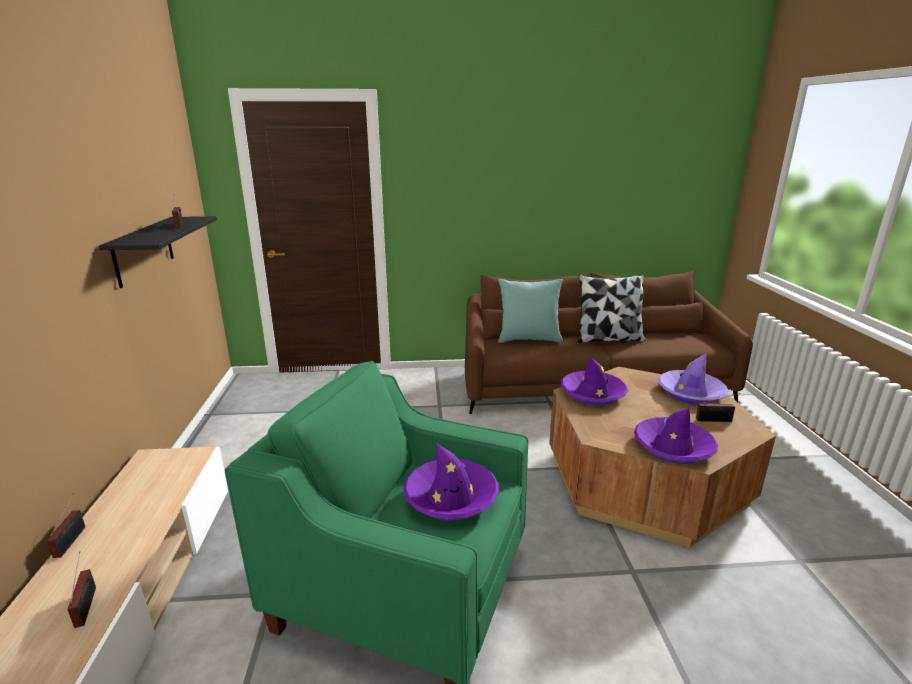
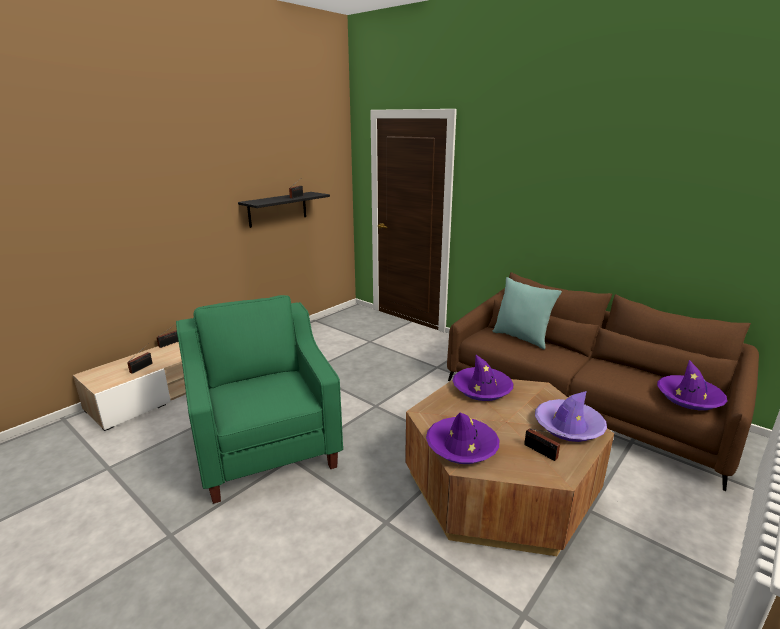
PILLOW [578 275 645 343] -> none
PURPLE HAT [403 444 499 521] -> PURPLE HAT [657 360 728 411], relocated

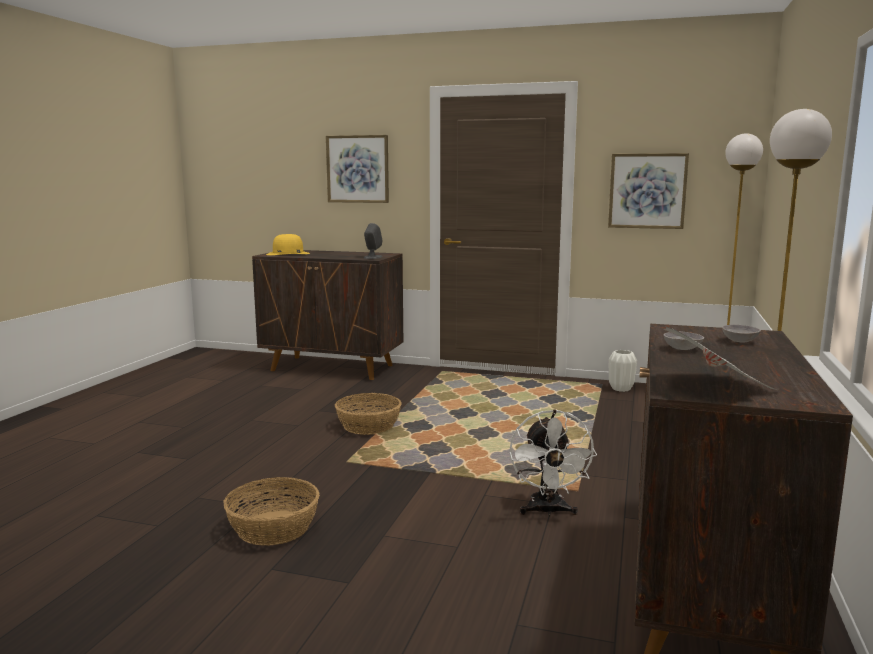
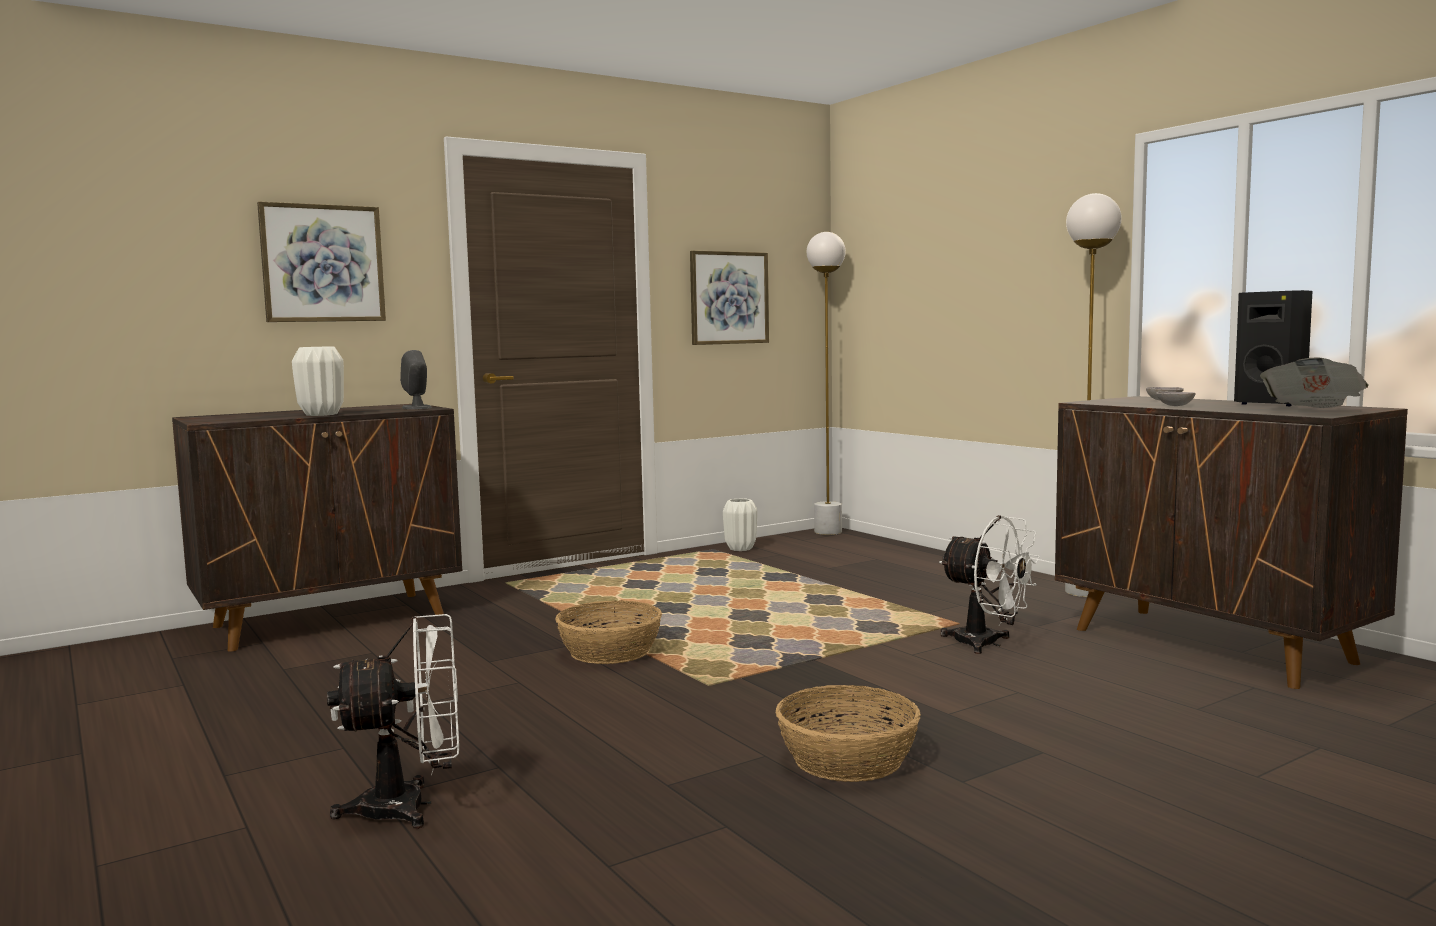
YELLOW HAT [266 234 310 255] -> none
none -> WHITE VASE [292 346 344 416]
none -> WHITE FAN [327 614 459 829]
none -> BLACK SPEAKER [1234 290 1313 406]

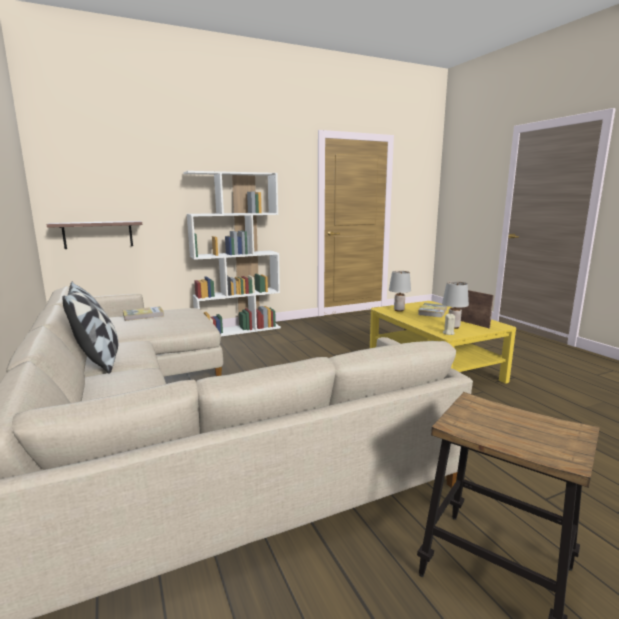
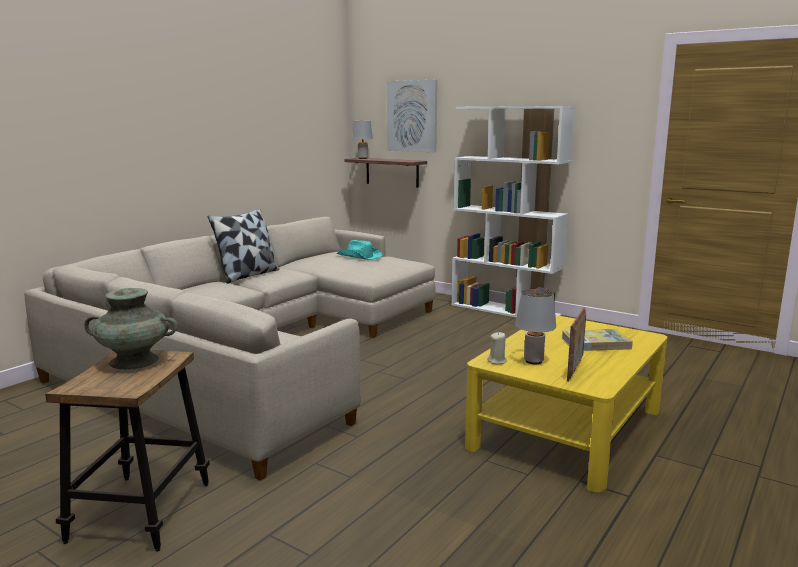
none -> TURQUOISE VASE [84 288 178 370]
none -> PICTURE [387 80 437 152]
GREY TABLE LAMP [389 271 411 312] -> GREY TABLE LAMP [352 121 373 159], relocated
BOOK [123 306 164 321] -> TURQUOISE HAT [337 240 382 260]

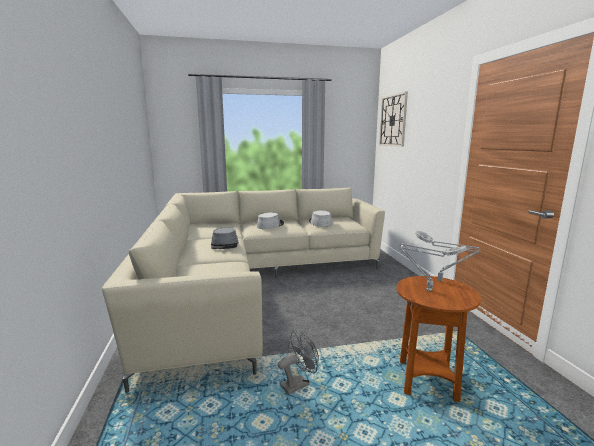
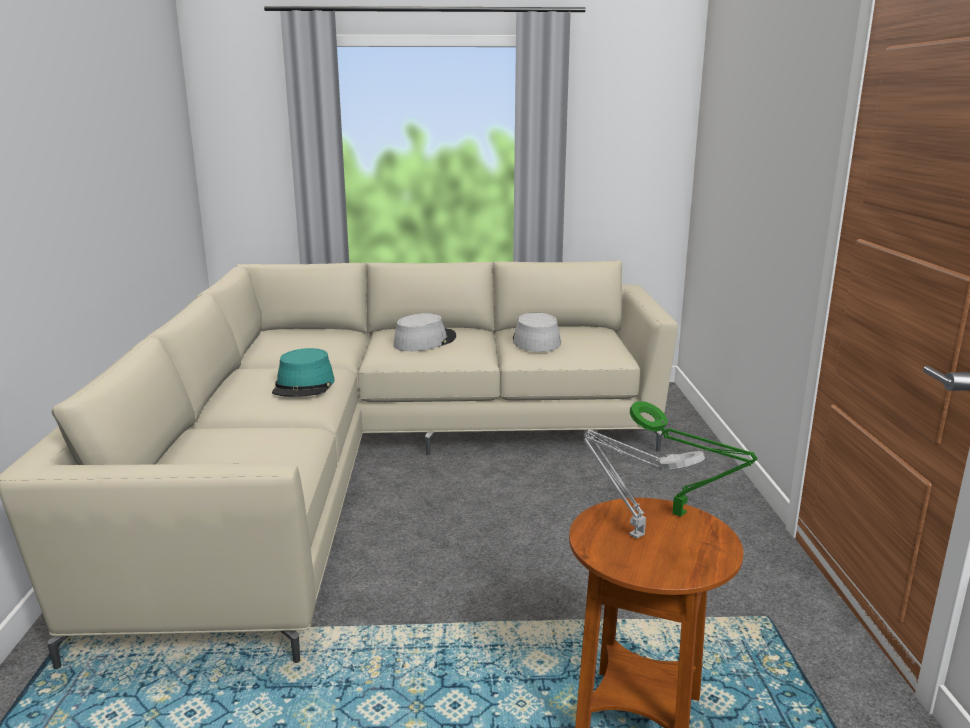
GREY FAN [278 331 319 395] -> none
WALL CLOCK [379 91 408 147] -> none
GREY HAT [211 228 239 249] -> TURQUOISE HAT [272 348 334 397]
GREY TABLE LAMP [415 231 481 281] -> GREEN TABLE LAMP [630 401 757 517]

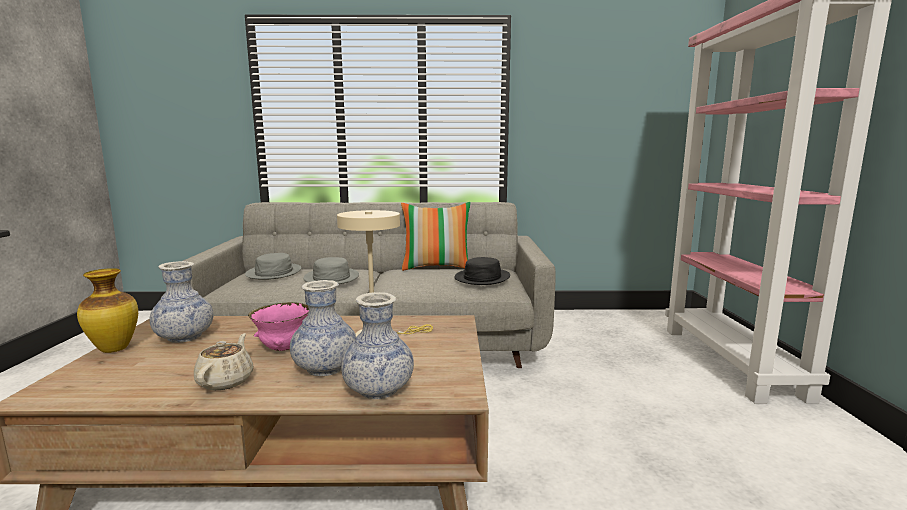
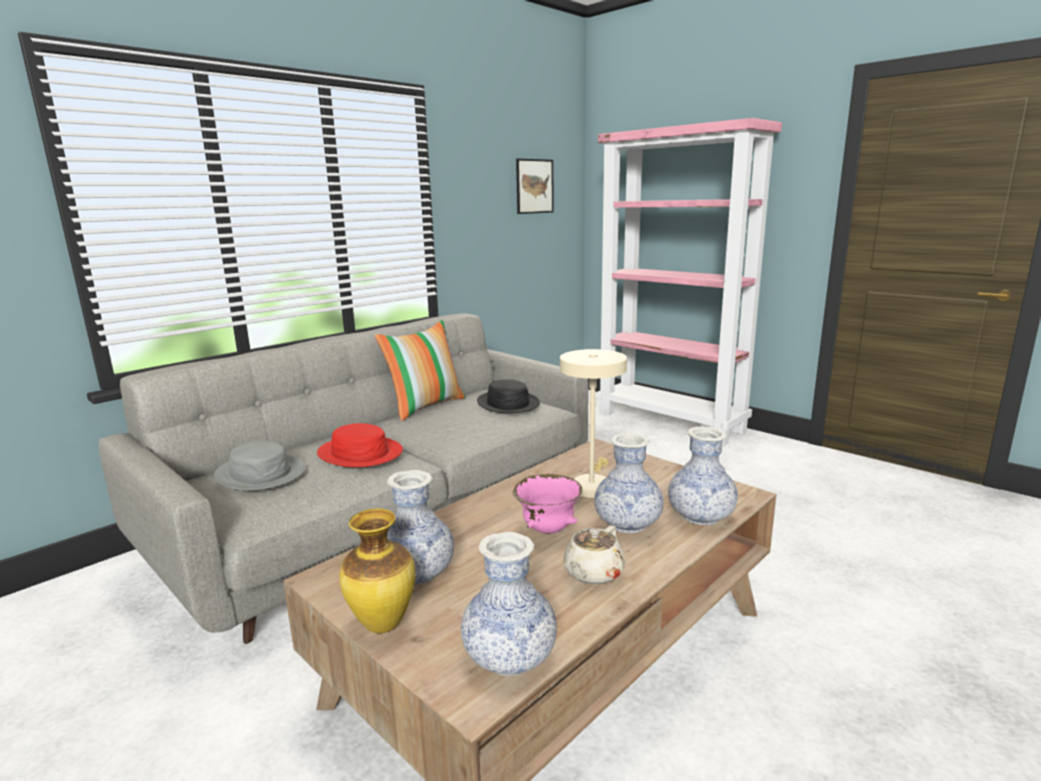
none -> VASE [461 532 557 676]
none -> PICTURE [516 159 554 214]
GREY HAT [303 257 359 284] -> RED HAT [317 423 403 467]
BEIGE TEAPOT [194 333 254 391] -> BEIGE TEAPOT [564 526 625 585], 105 degrees counterclockwise

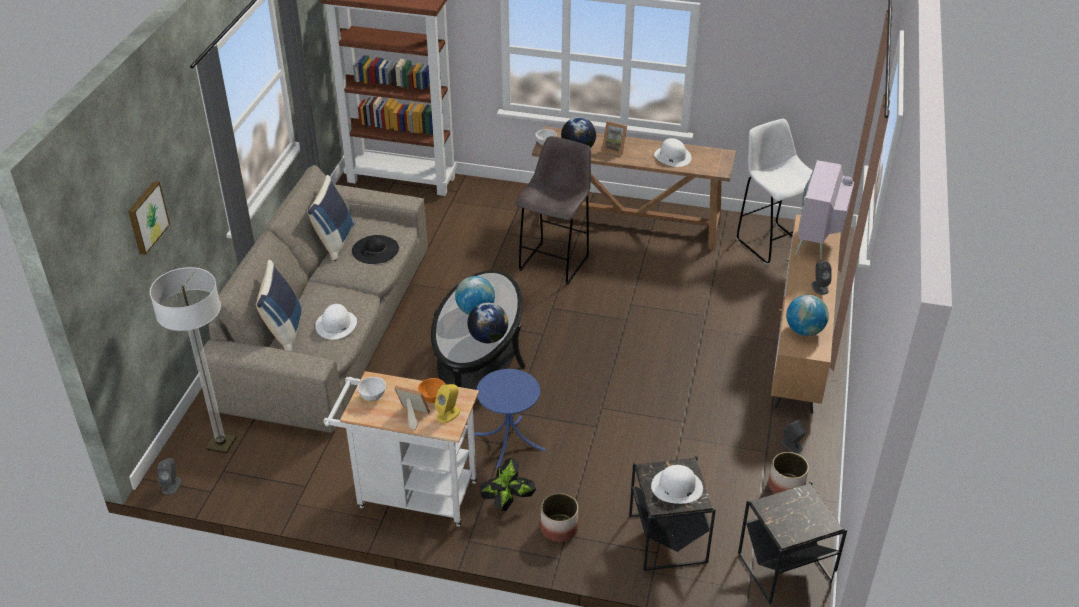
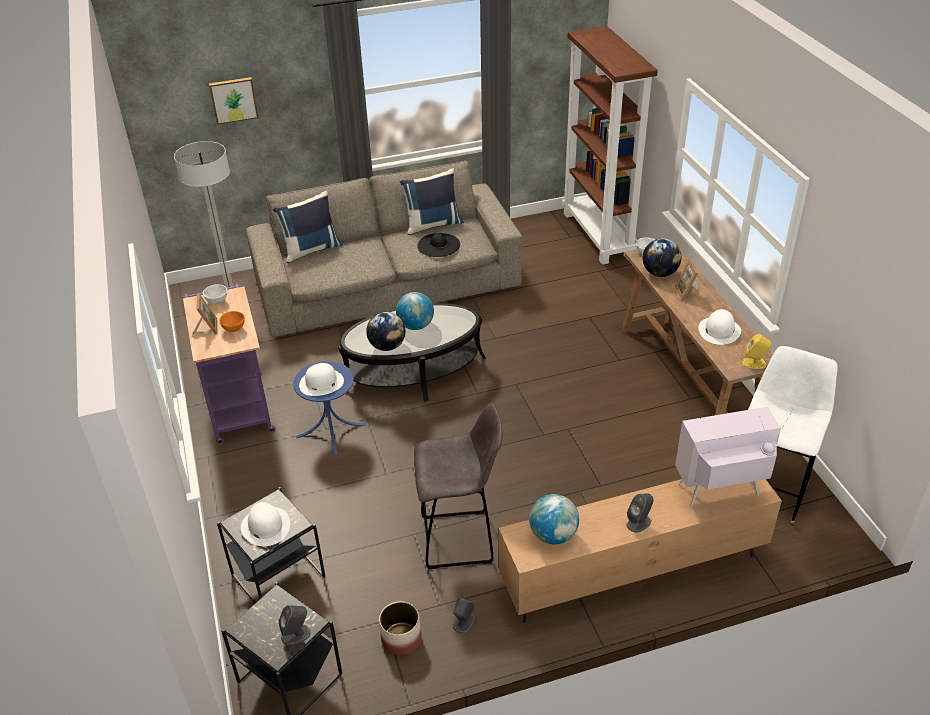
POTTED PLANT [479 457 536 511] -> none
PLANTER [540 493 578 542] -> none
GREY SPEAKER [158 458 181 495] -> GREY SPEAKER [279 605 311 646], relocated
WHITE HAT [315 304 357 340] -> WHITE HAT [299 363 344 396], relocated
YELLOW SPEAKER [435 384 460 423] -> YELLOW SPEAKER [742 334 772 369], relocated
GREY STOOL [515 136 591 285] -> GREY STOOL [414 403 503 569], relocated
WHITE CART [324 371 479 527] -> PURPLE CART [183 283 275 444]

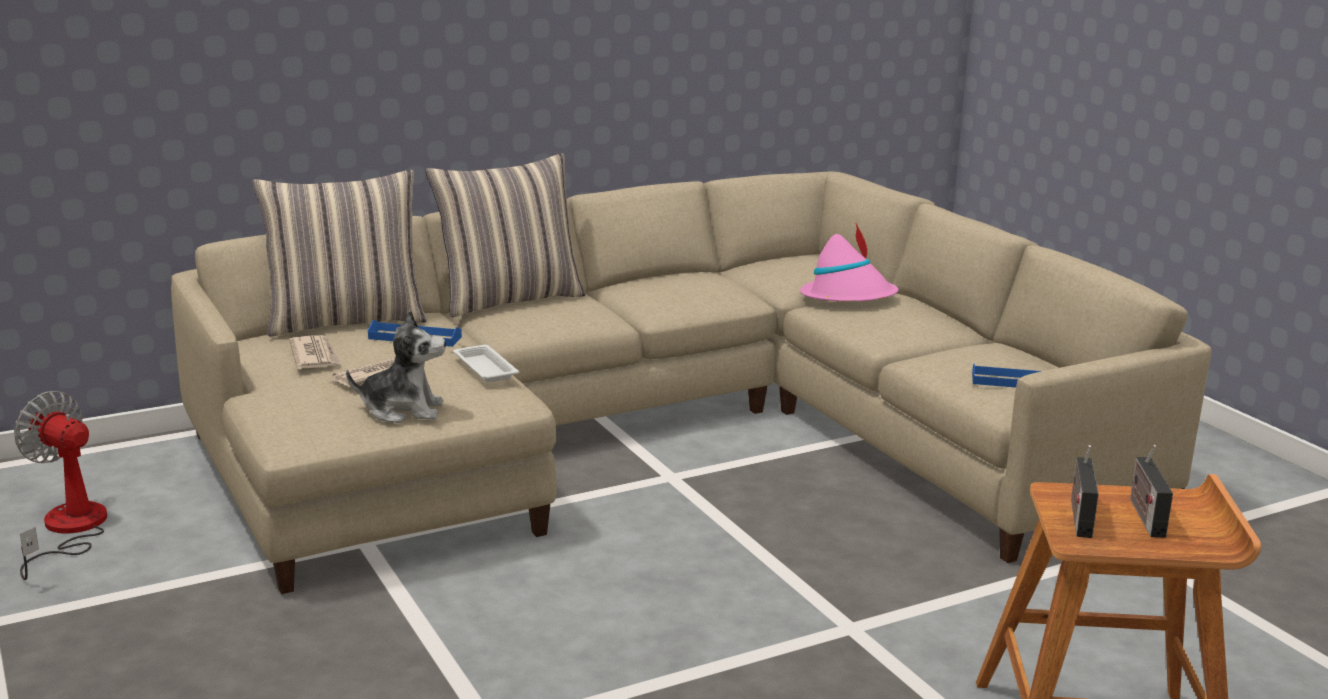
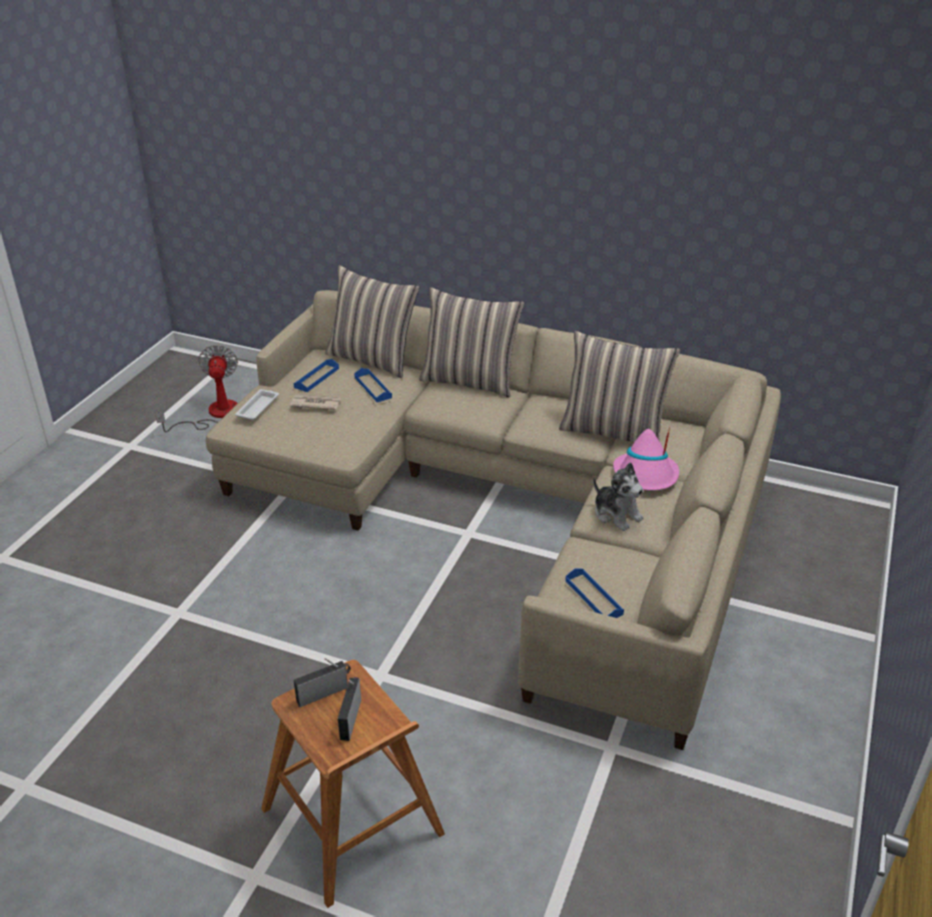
none -> PILLOW [559 331 680 442]
PLUSH TOY [346 310 446 423] -> PLUSH TOY [593 462 644 531], relocated
WHITE TRAY [453 345 519 382] -> WHITE TRAY [235 389 279 420], relocated
NEWSPAPER [289 335 342 369] -> BLUE TRAY [294 359 339 392]
RADIO [1130 445 1173 538] -> RADIO [338 677 361 741], 45 degrees counterclockwise

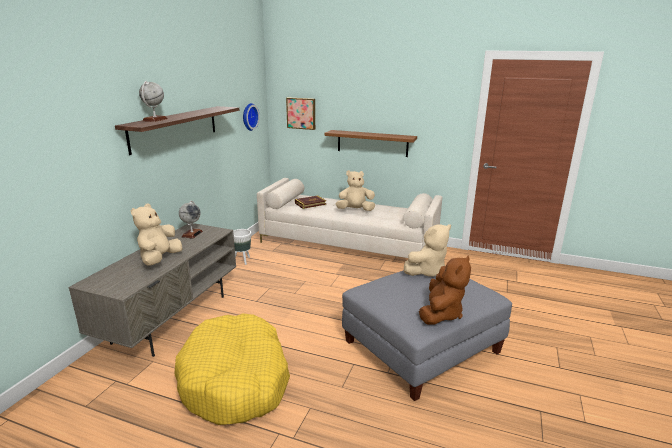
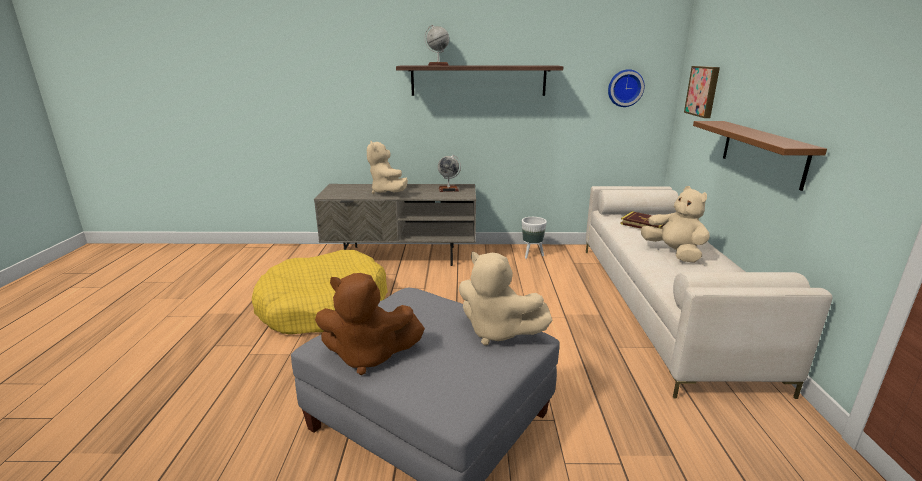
BEIGE PLUSH TOY [131 204 182 266] -> BEIGE PLUSH TOY [367 141 408 194], 105 degrees counterclockwise

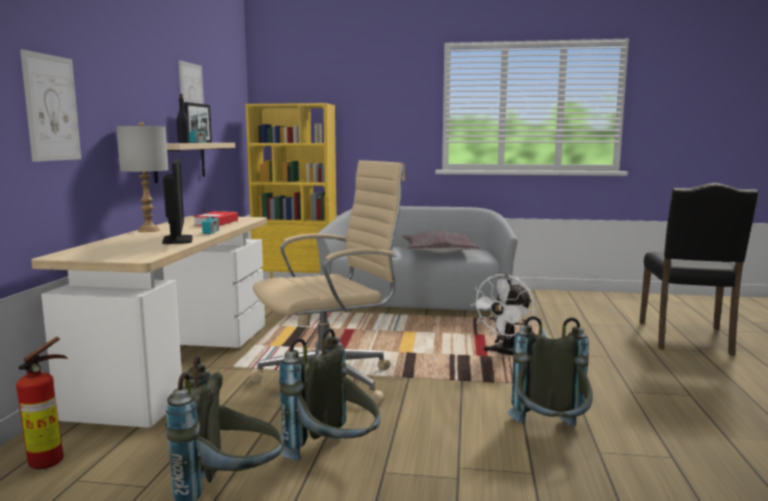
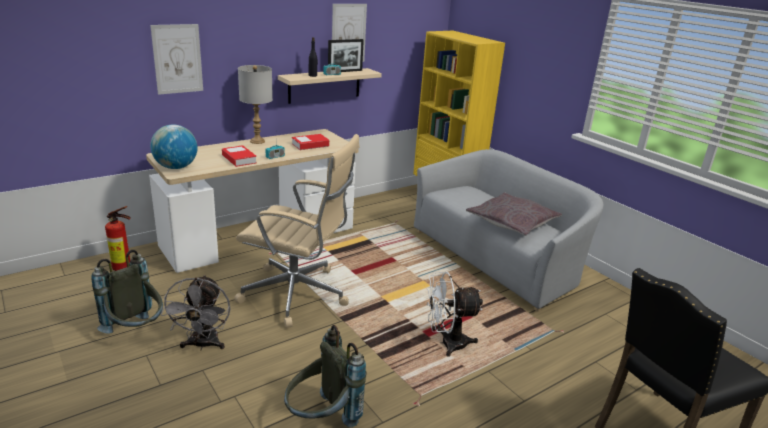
none -> GLOBE [150 125 198 169]
MONITOR [162 159 192 244] -> BOOK [222 145 257 167]
GREY BACKPACK [279 328 380 461] -> GREY FAN [161 275 231 350]

